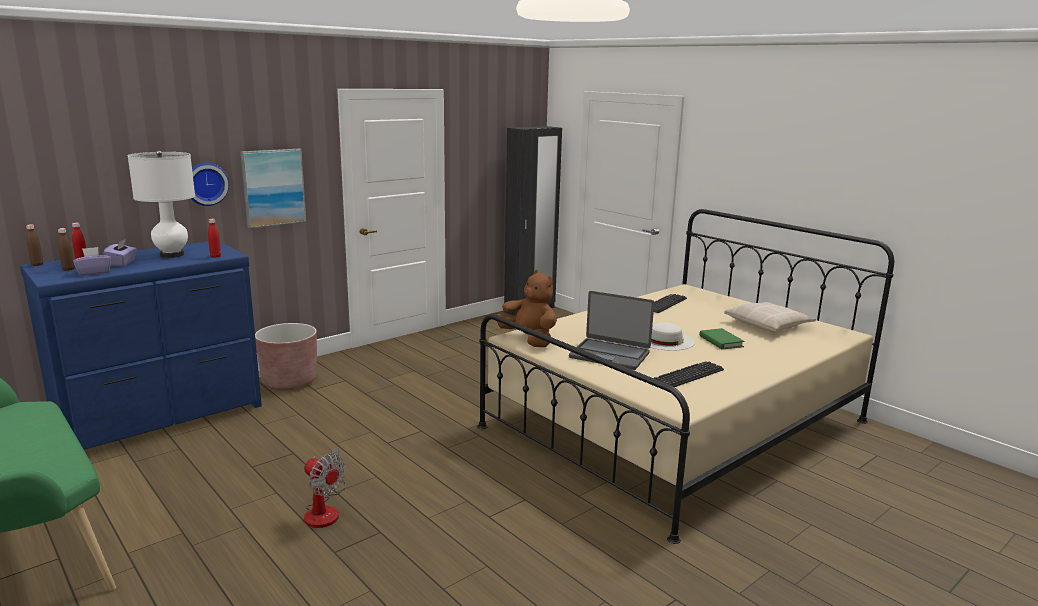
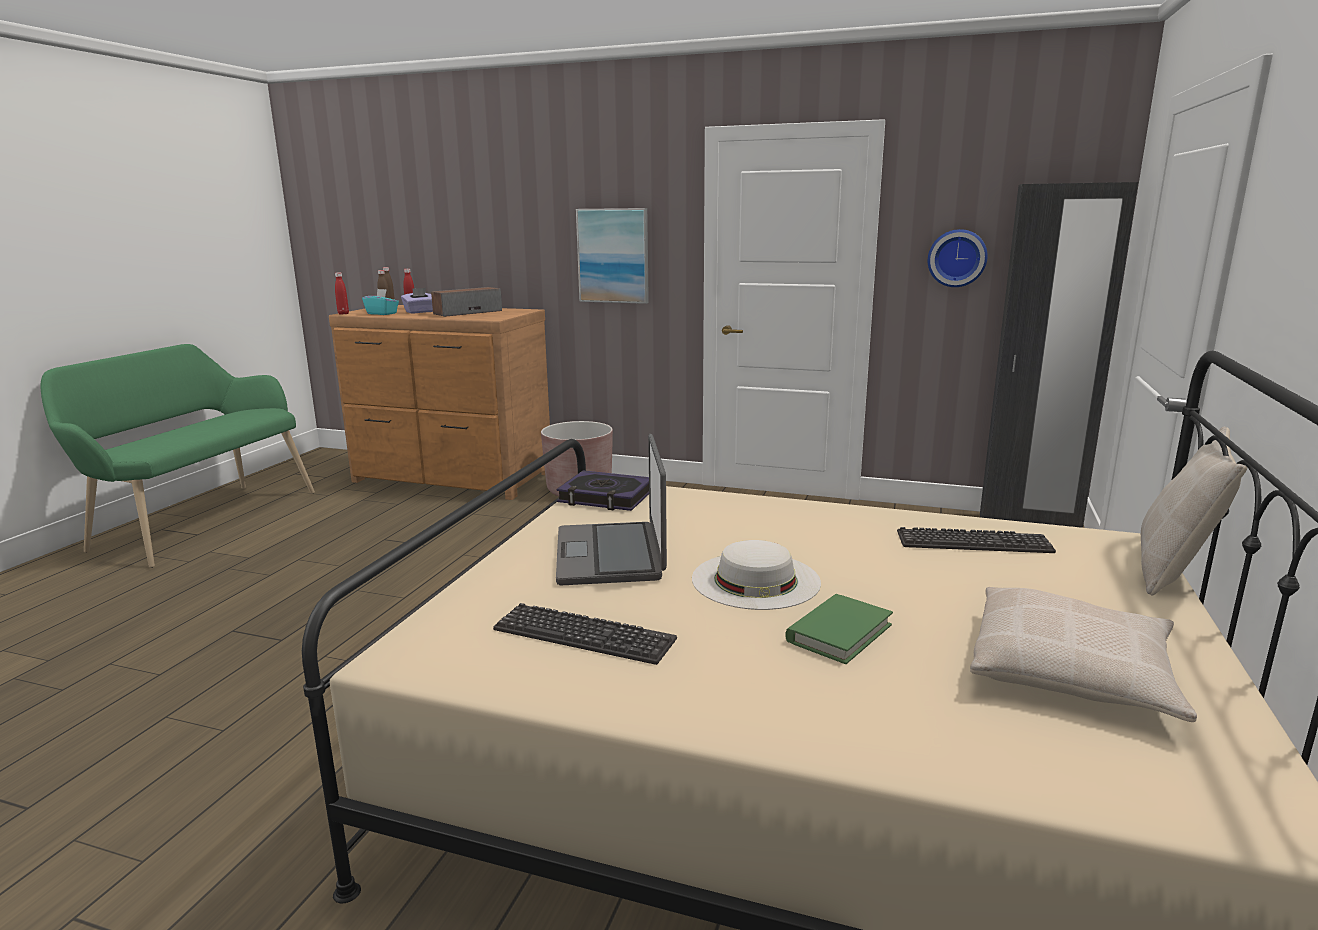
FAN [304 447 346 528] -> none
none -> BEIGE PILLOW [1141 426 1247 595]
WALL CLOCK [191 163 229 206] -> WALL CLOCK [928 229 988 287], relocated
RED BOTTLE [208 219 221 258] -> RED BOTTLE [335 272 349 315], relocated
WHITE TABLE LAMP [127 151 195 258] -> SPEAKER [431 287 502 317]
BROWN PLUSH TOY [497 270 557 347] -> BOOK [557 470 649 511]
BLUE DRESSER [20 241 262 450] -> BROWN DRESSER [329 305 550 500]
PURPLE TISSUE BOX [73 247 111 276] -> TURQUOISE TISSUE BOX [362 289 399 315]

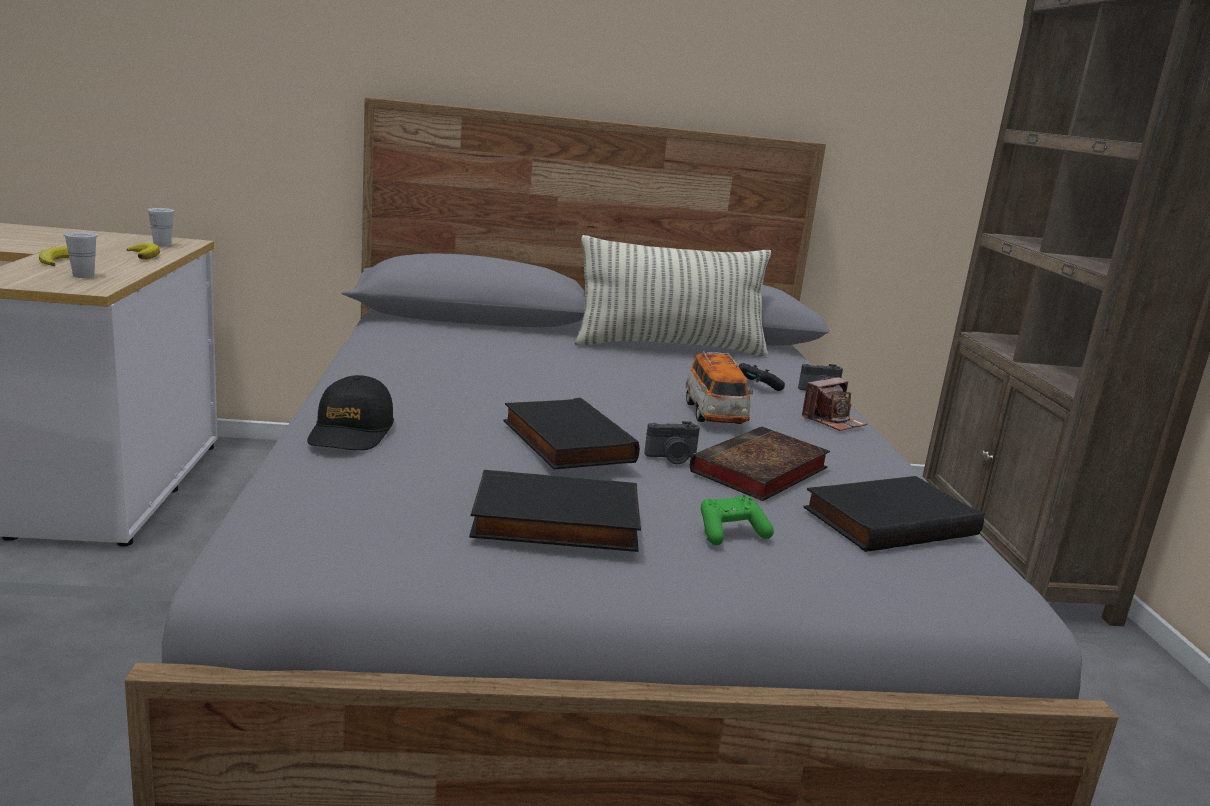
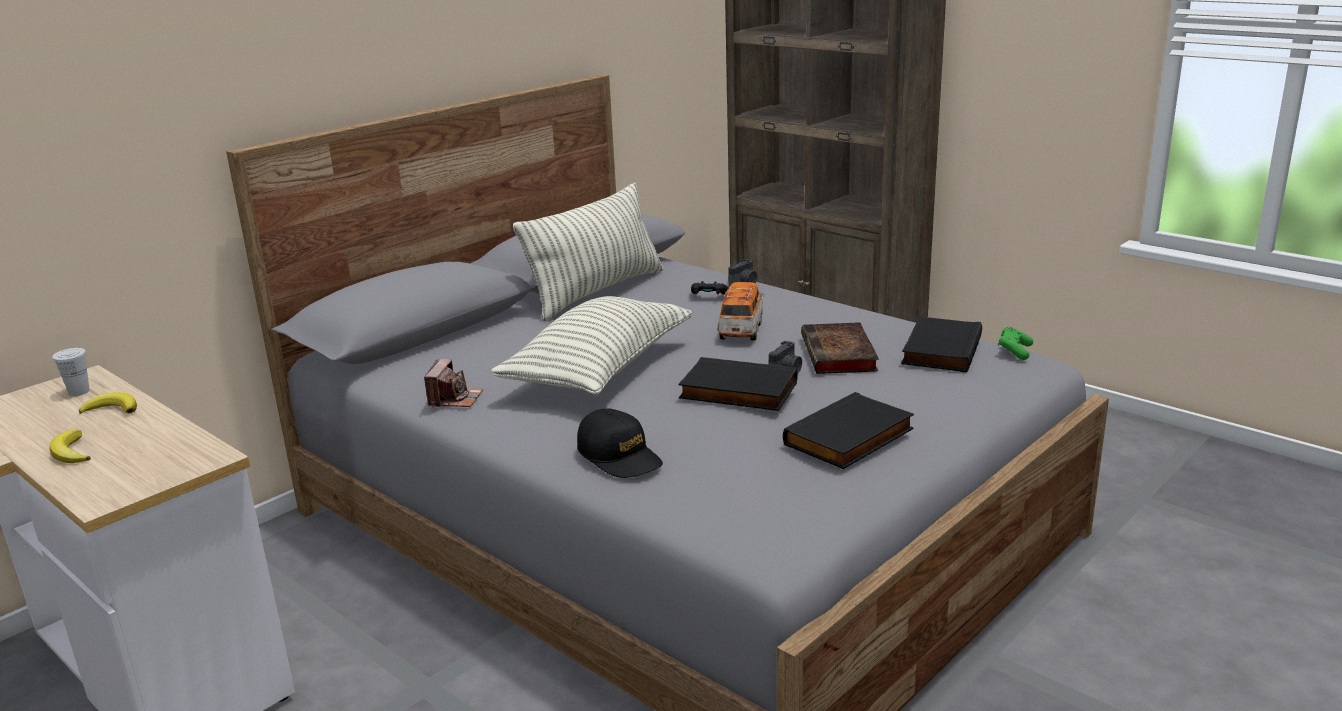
WHITE CUP [64 232 98 278] -> none
none -> PILLOW [491 296 692 396]
GREEN GAME CONTROLLER [701 495 774 545] -> GREEN GAME CONTROLLER [998 327 1033 360], relocated
PHOTO CAMERA [802 377 868 431] -> PHOTO CAMERA [424 359 483 408], relocated
TOY CAR [685 351 753 424] -> TOY CAR [717 282 764 341], 120 degrees counterclockwise

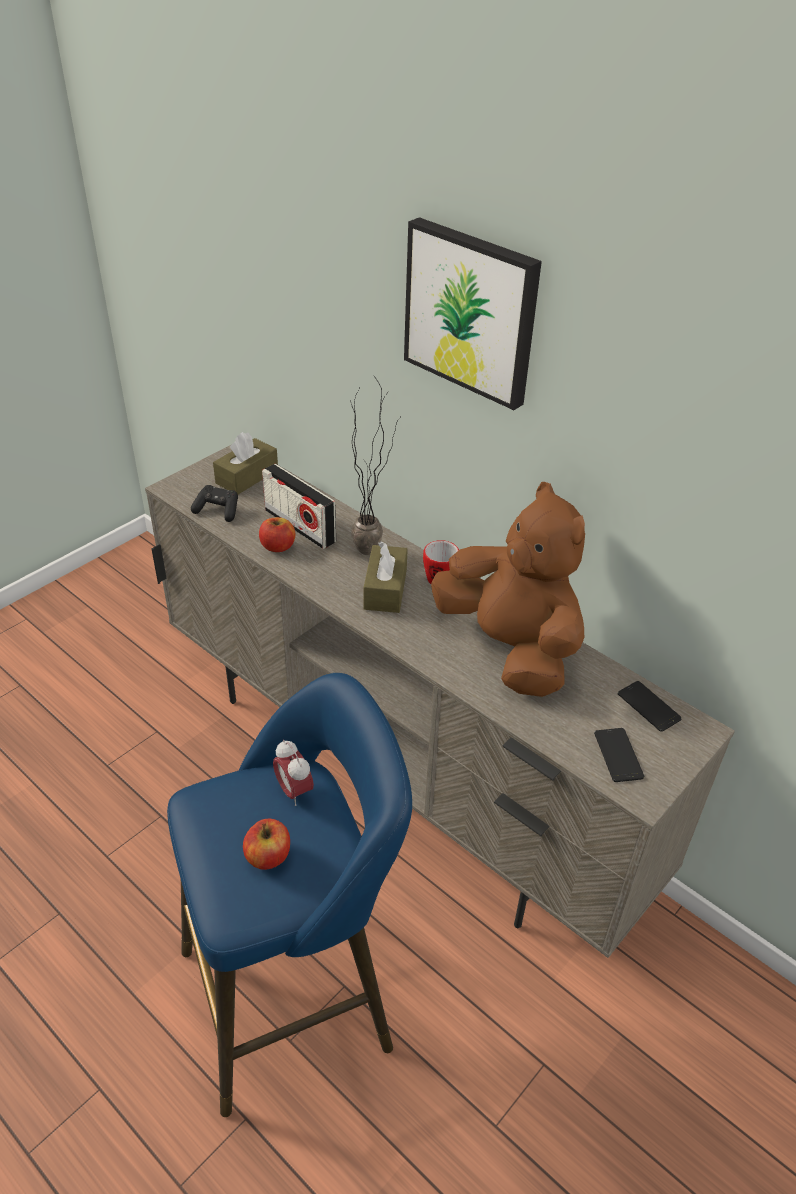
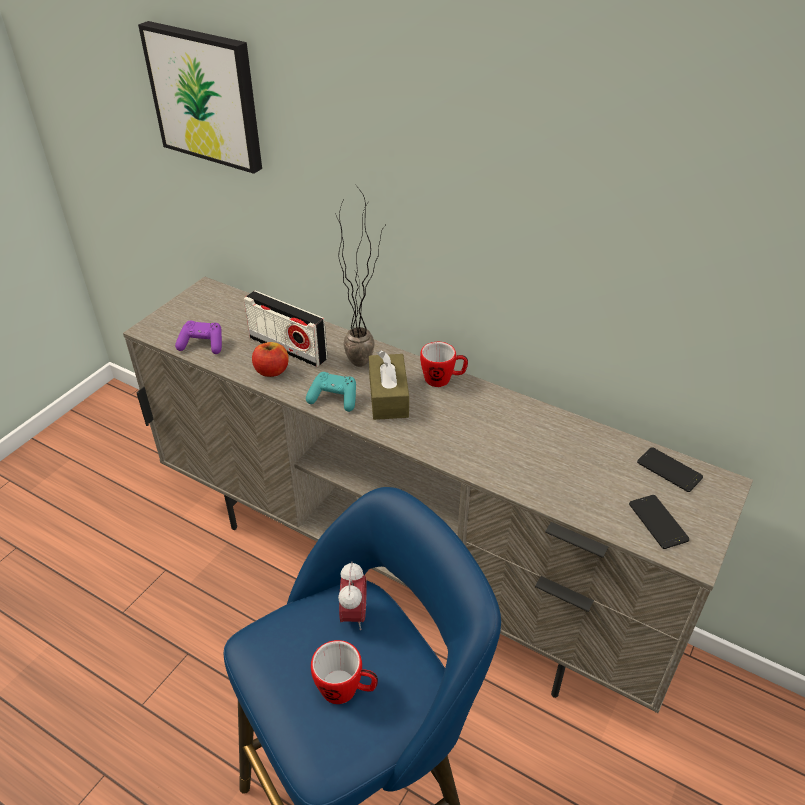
BROWN TISSUE BOX [213 432 278 494] -> none
BROWN PLUSH TOY [431 482 585 697] -> none
none -> TURQUOISE GAME CONTROLLER [306 372 356 412]
PICTURE [404 217 542 410] -> PICTURE [138 21 262 174], relocated
APPLE [243 819 290 870] -> MUG [311 640 378 704]
BLACK GAME CONTROLLER [191 485 238 522] -> PURPLE GAME CONTROLLER [175 321 222 354]
ALARM CLOCK [273 740 314 806] -> ALARM CLOCK [338 562 367 630], 135 degrees counterclockwise

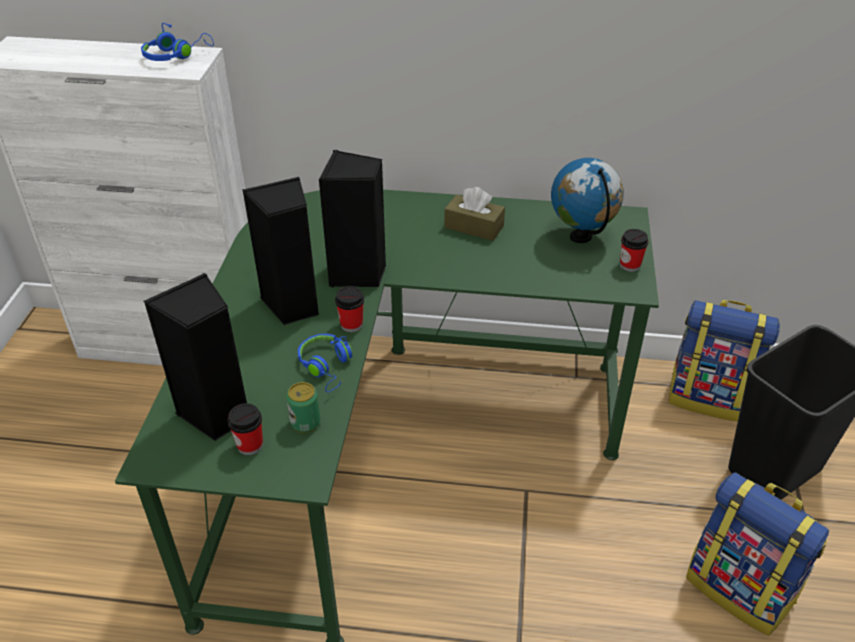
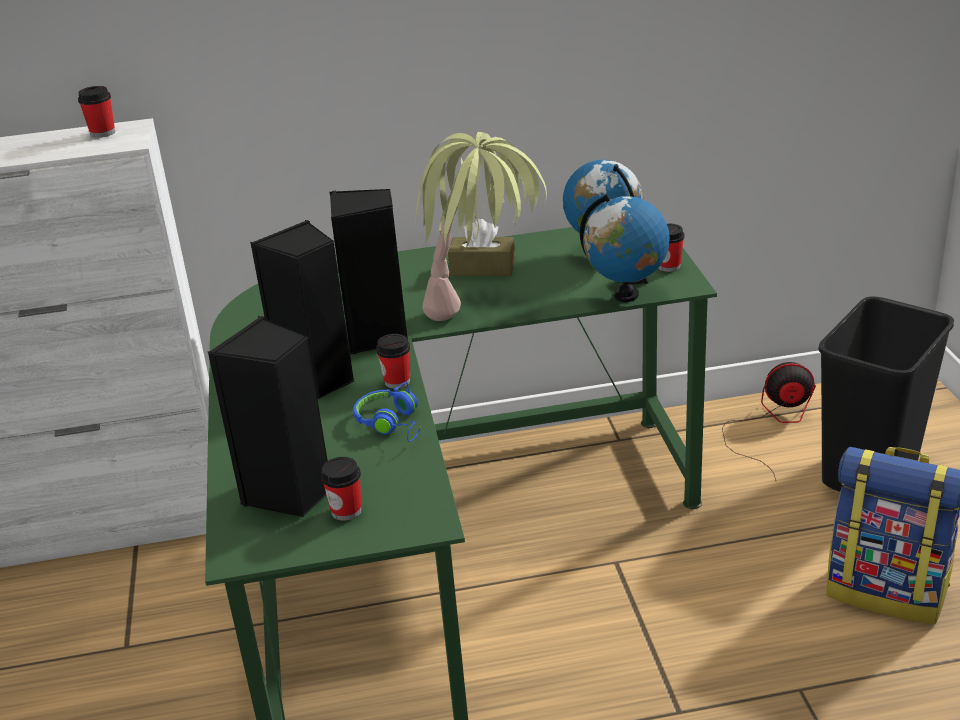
CAN [286 382 320 433] -> none
none -> POTTED PLANT [415 132 547 321]
none -> GLOBE [580 194 670 302]
BLUE HEADPHONES [141 23 214 61] -> CUP [78 86 115 138]
BACKPACK [669 300 780 422] -> FAN [722 362 816 480]

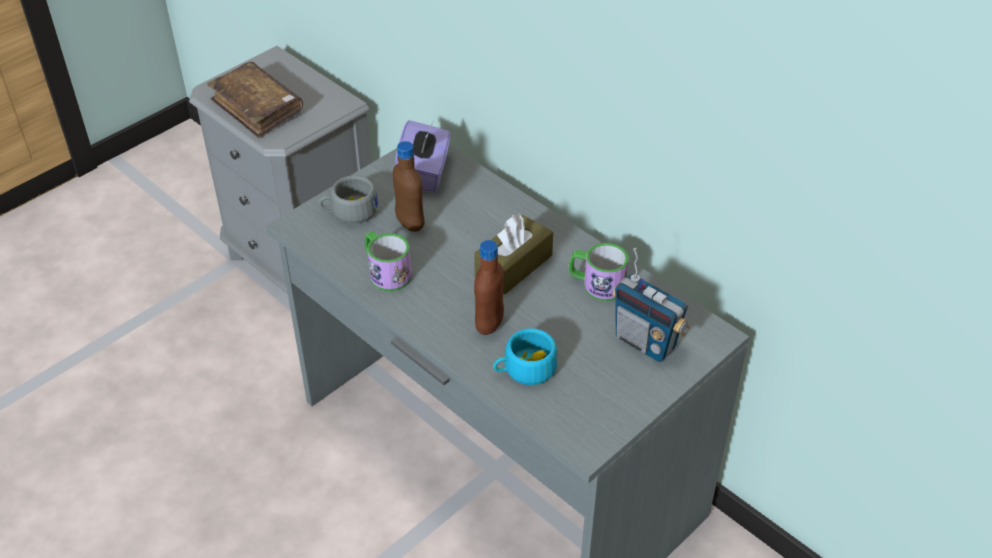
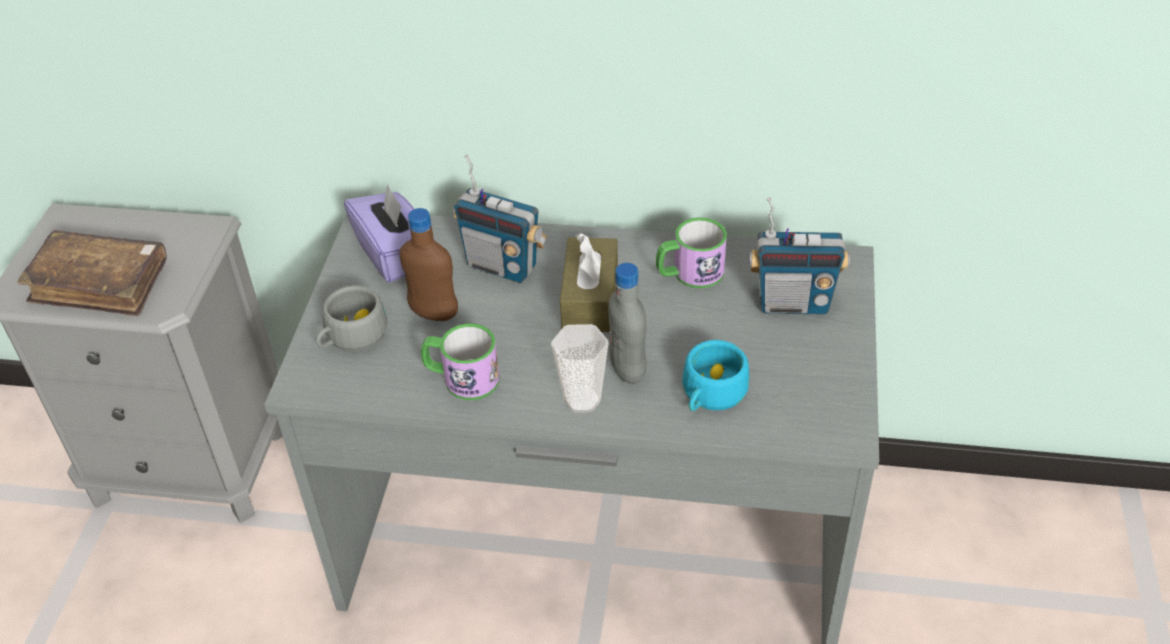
none -> RADIO [453 154 547 283]
none -> CUP [551 324 608 413]
BROWN BOTTLE [474 240 504 335] -> GREY BOTTLE [608 263 647 384]

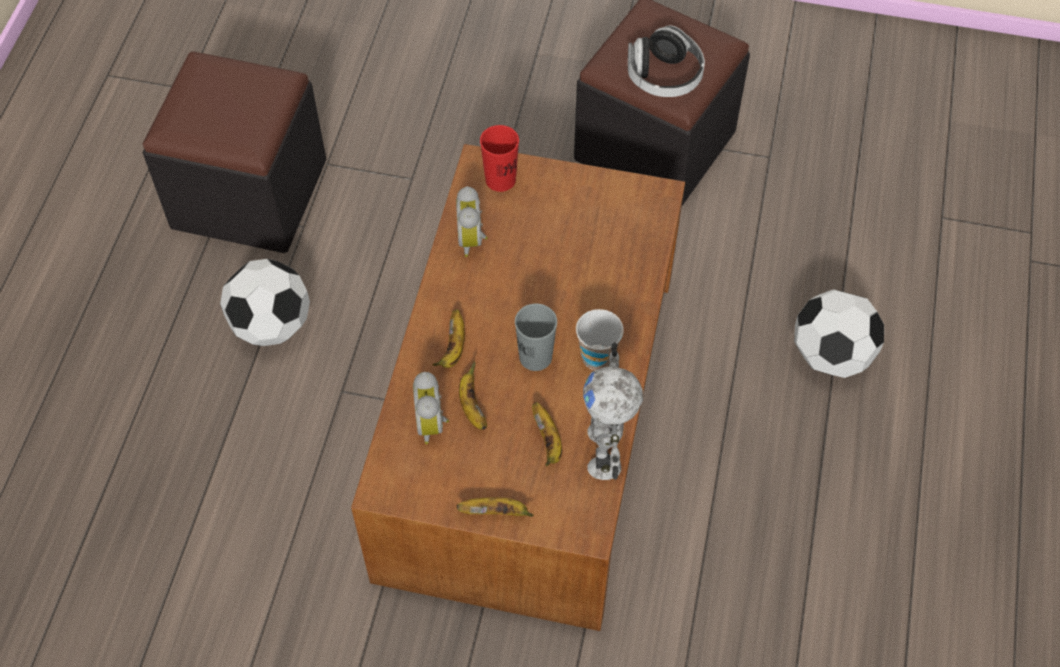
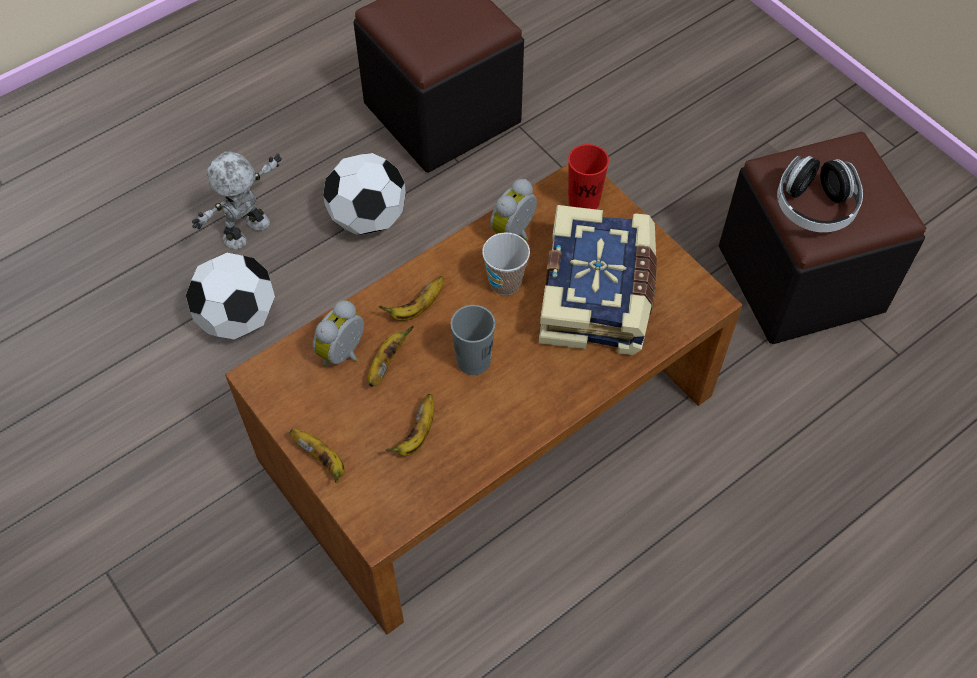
none -> BOOK [539 205 657 355]
CUP [576 309 624 370] -> CUP [482 232 530 295], relocated
TOY ROBOT [583 342 643 480] -> TOY ROBOT [192 151 282 249], relocated
FOOTBALL [794 289 884 378] -> FOOTBALL [186 253 275 340], relocated

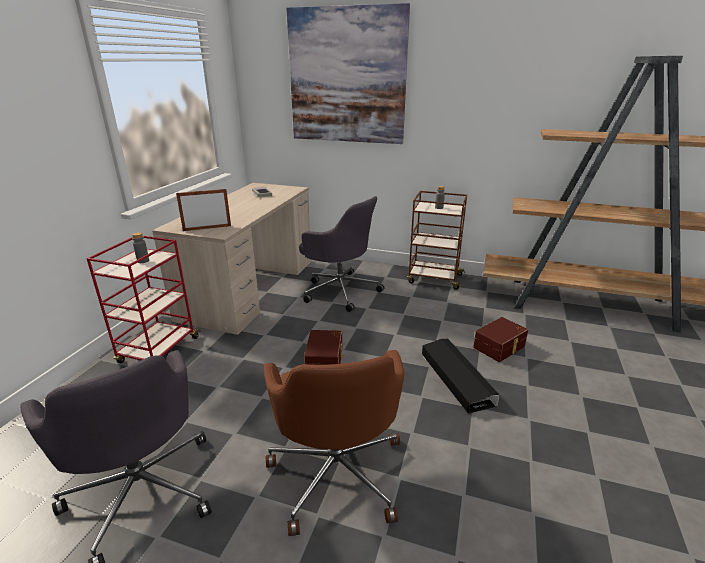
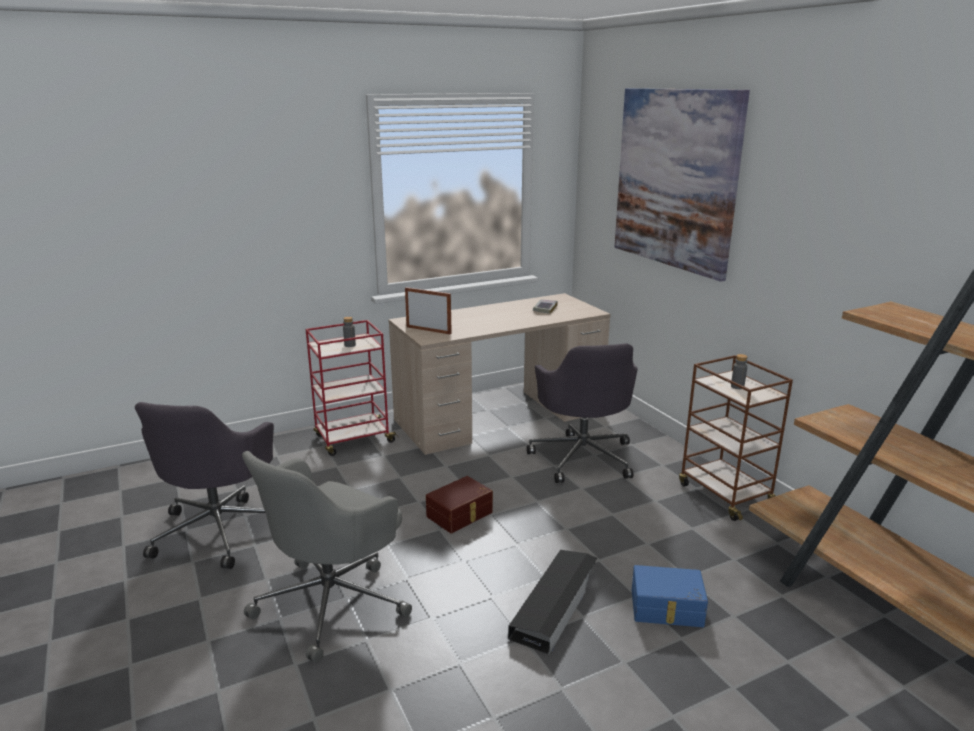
BROWN OFFICE CHAIR [264 350 405 536] -> GREY OFFICE CHAIR [242 451 412 663]
BROWN STORAGE BOX [473 317 528 362] -> BLUE STORAGE BOX [632 565 708 627]

